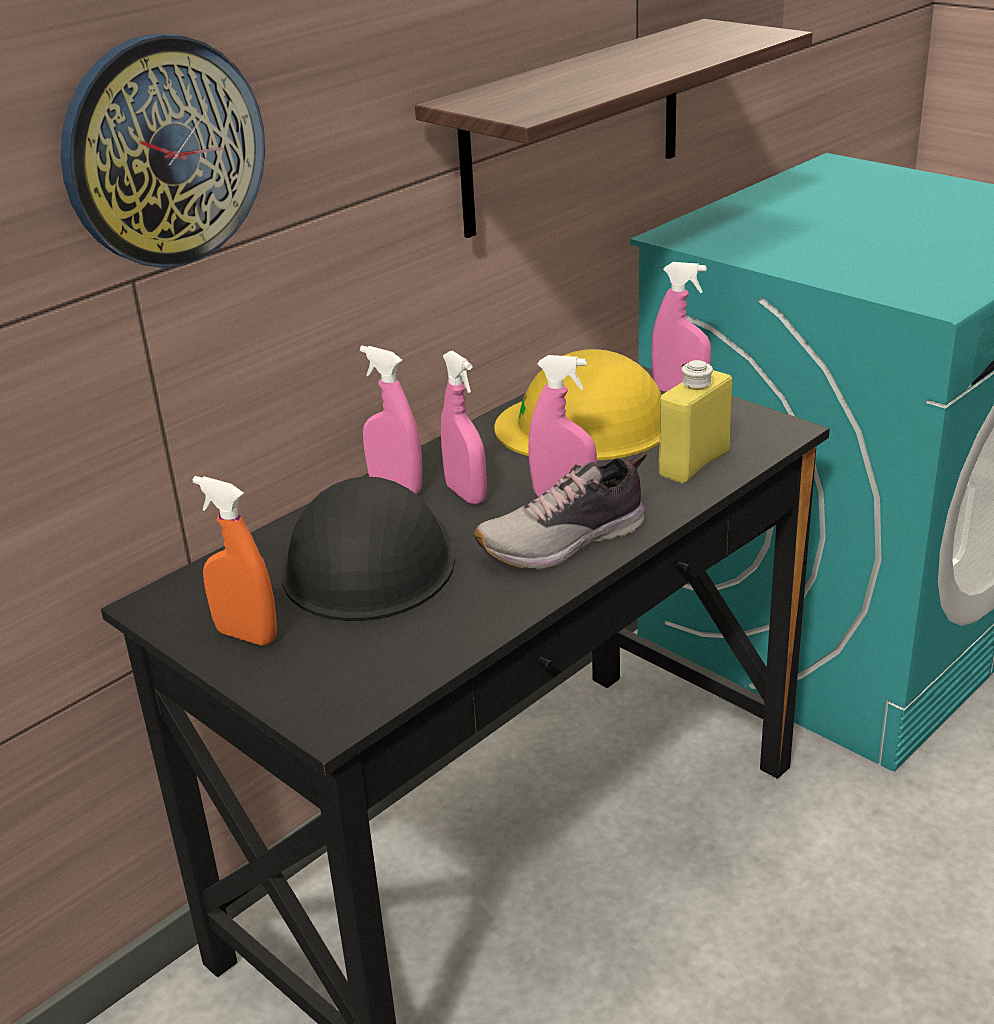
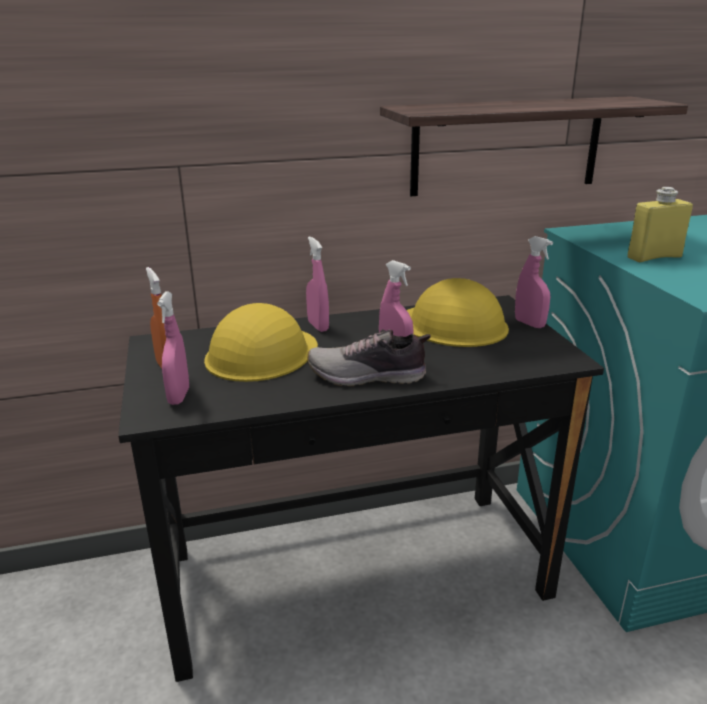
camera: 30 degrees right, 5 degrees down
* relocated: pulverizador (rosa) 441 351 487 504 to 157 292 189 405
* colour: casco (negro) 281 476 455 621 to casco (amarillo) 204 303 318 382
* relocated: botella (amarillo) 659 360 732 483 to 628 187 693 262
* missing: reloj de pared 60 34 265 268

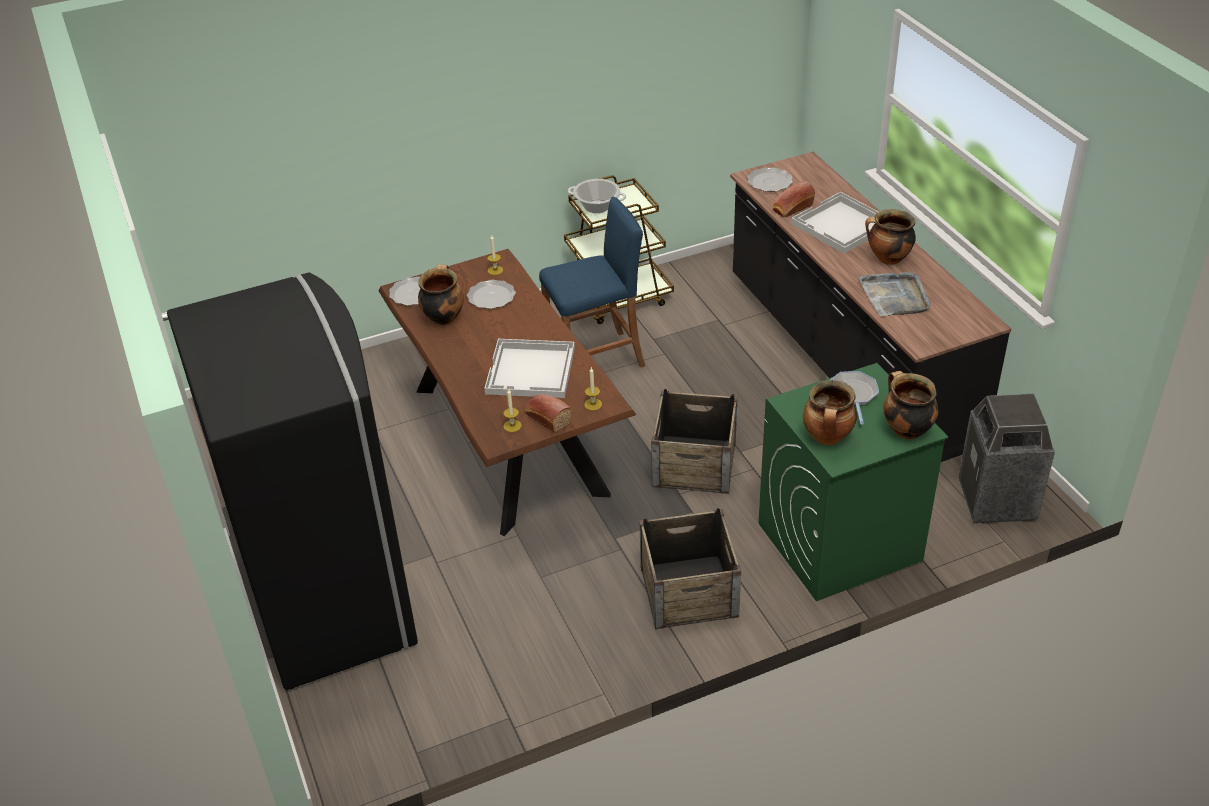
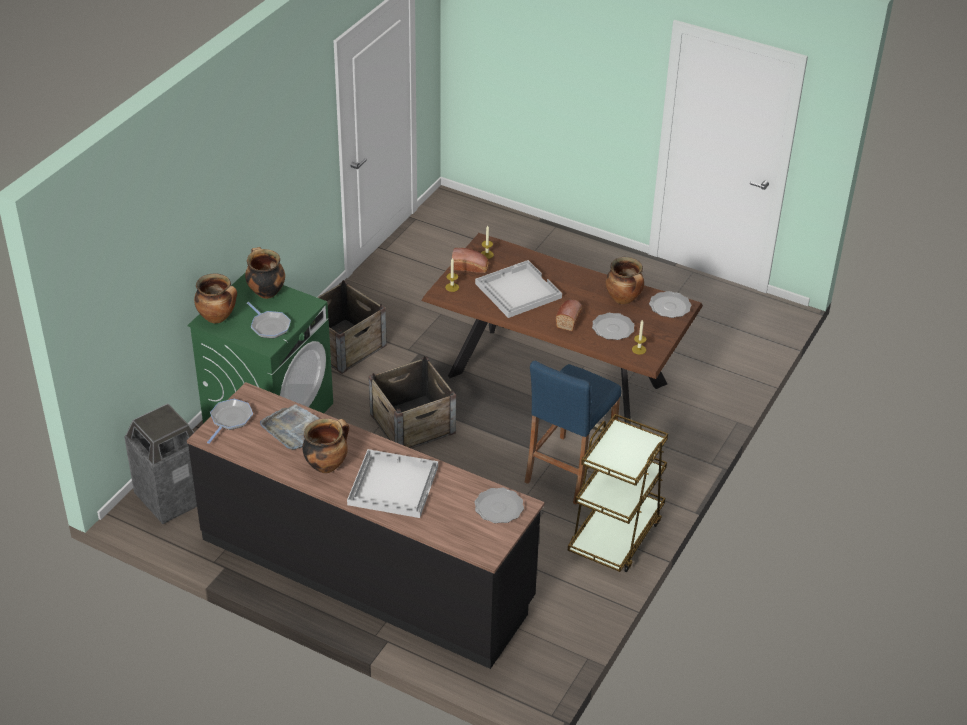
camera: 140 degrees right, 0 degrees up
* appeared: sartén 207 399 253 444
* relocated: pan 773 181 815 217 to 556 300 582 331
* missing: nevera (negro) 167 273 418 690
* missing: olla 568 179 626 213

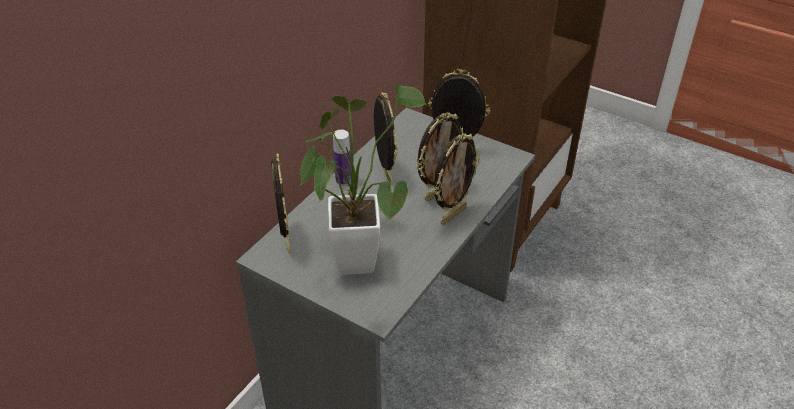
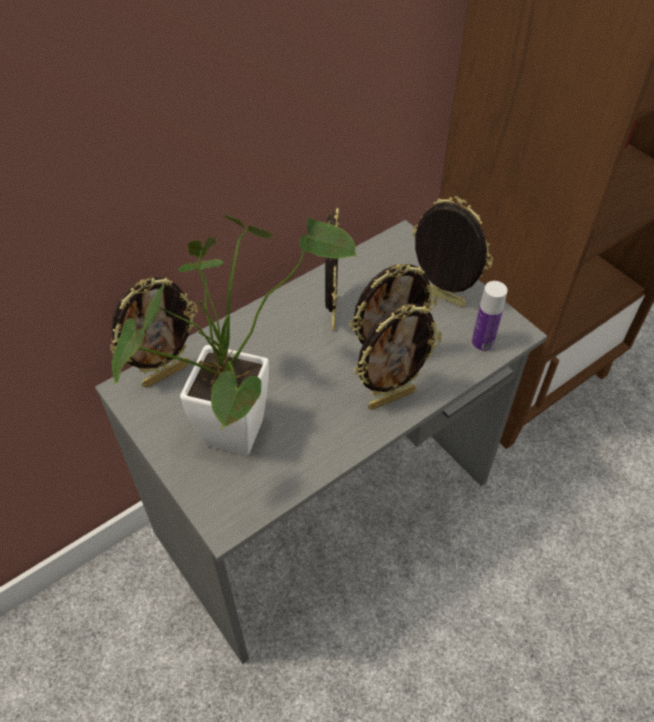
camera: 20 degrees right, 10 degrees up
* spun: portarretratos 271 153 290 253 = 110 277 198 388 45 degrees clockwise
* relocated: botella 333 130 351 186 to 471 281 508 352

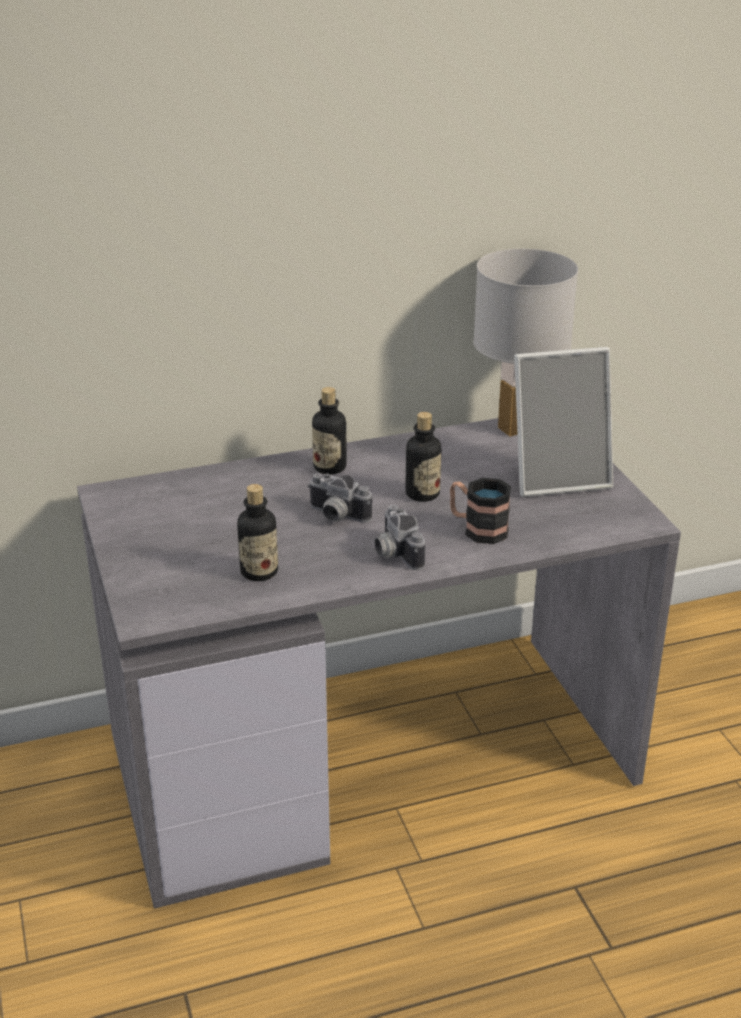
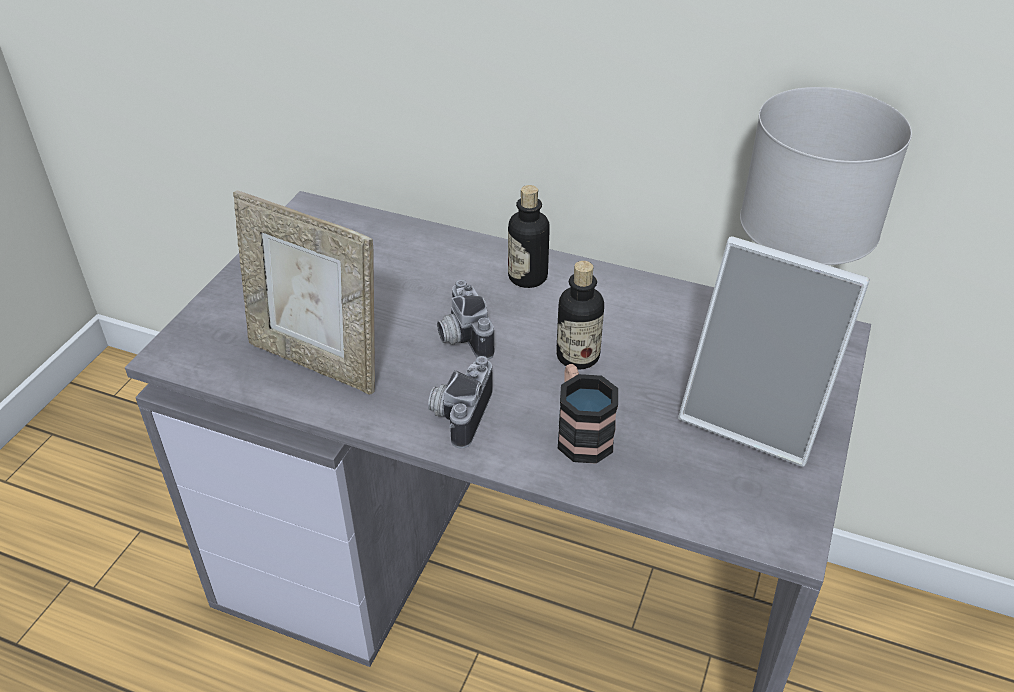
camera: 40 degrees right, 10 degrees up
* exchanged: botella 237 484 278 581 to portarretratos 233 190 375 394

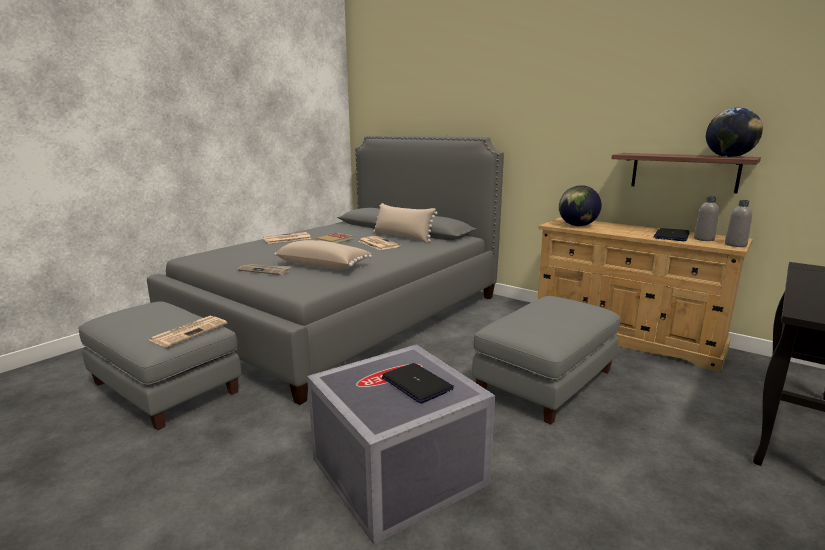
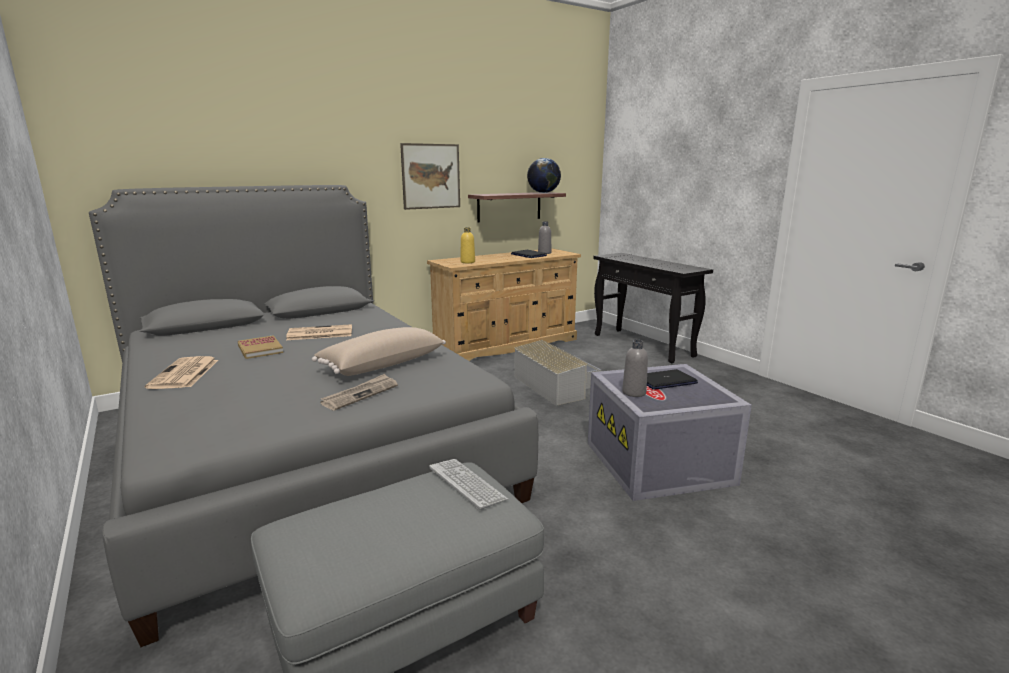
camera: 70 degrees left, 0 degrees up
* appeared: cuadro 400 143 460 210
* exchanged: periódico 149 316 227 347 to teclado 429 459 508 510
* exchanged: globo terráqueo 559 185 601 226 to botella (amarillo) 460 227 475 263
* exchanged: puf (gris) 472 296 620 425 to caja de almacenaje (gris) 514 340 601 406
* relocated: botella (gris) 725 200 752 247 to 622 339 648 397
* missing: cojín (beis) 373 203 437 243

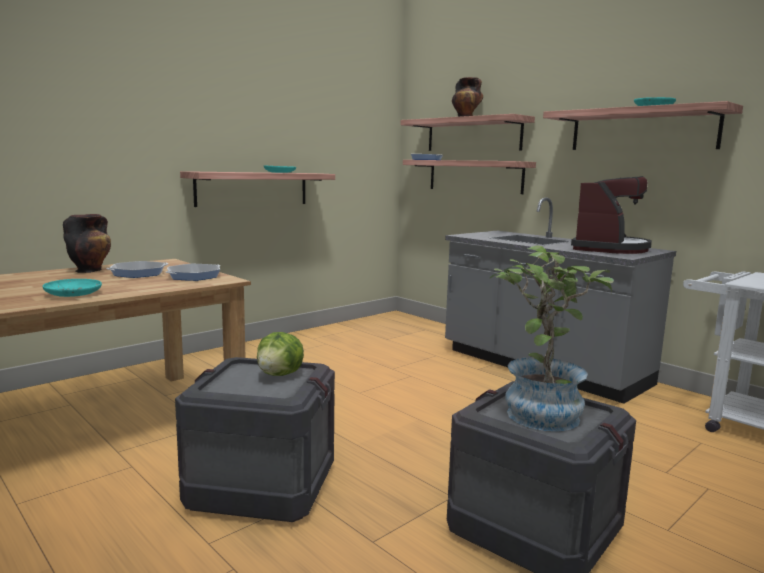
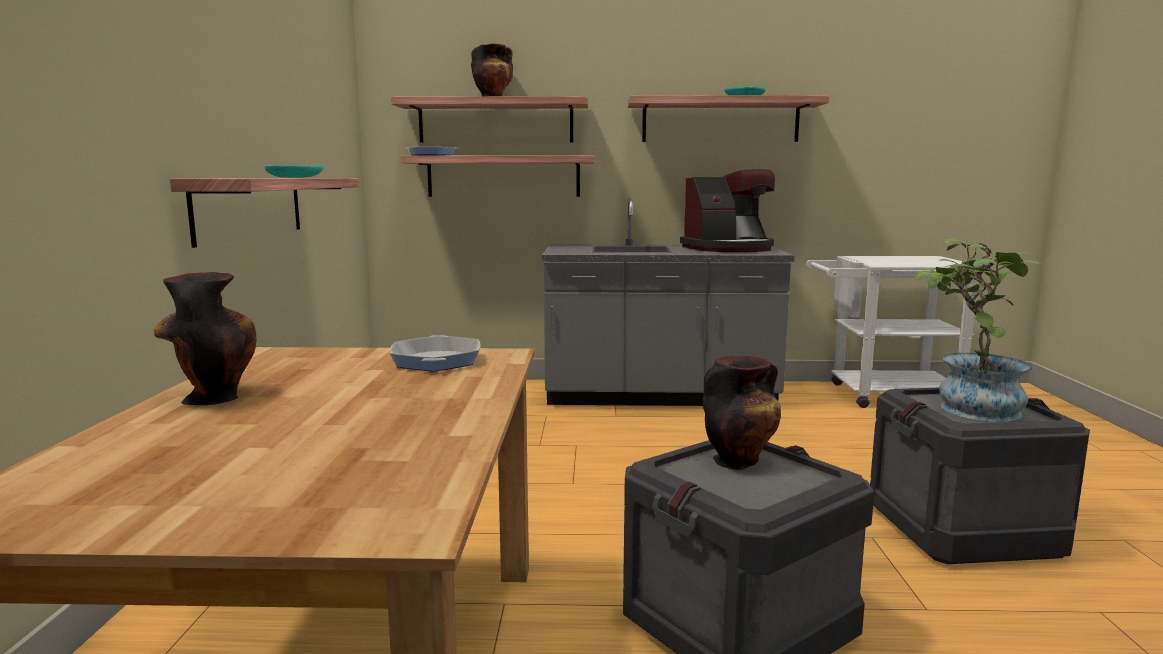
camera: 45 degrees left, 0 degrees up
* spun: cafetera 571 176 652 254 = 680 169 775 252 90 degrees clockwise
* exchanged: lechuga 257 332 304 376 to florero 703 356 781 470
* missing: plato (turquesa) 43 279 102 297
* missing: sartén 106 261 168 278

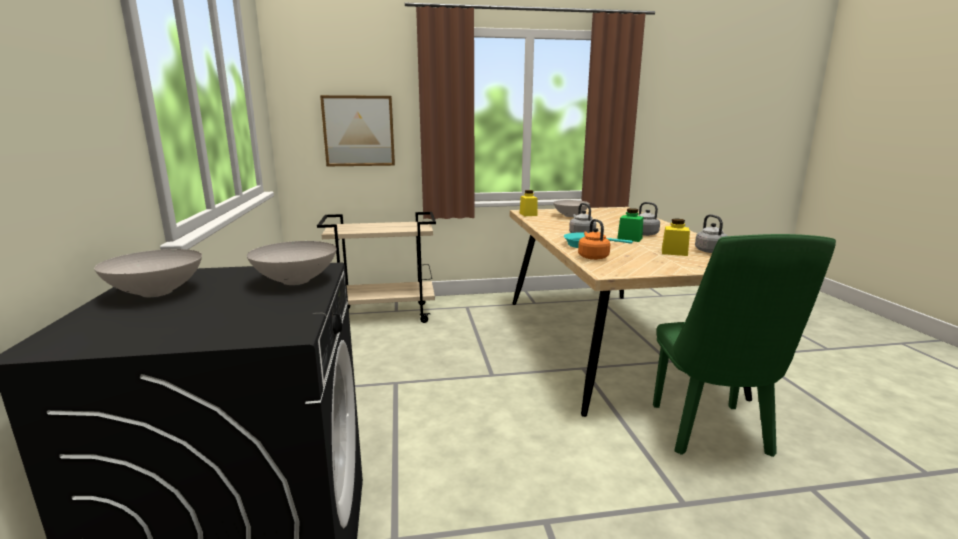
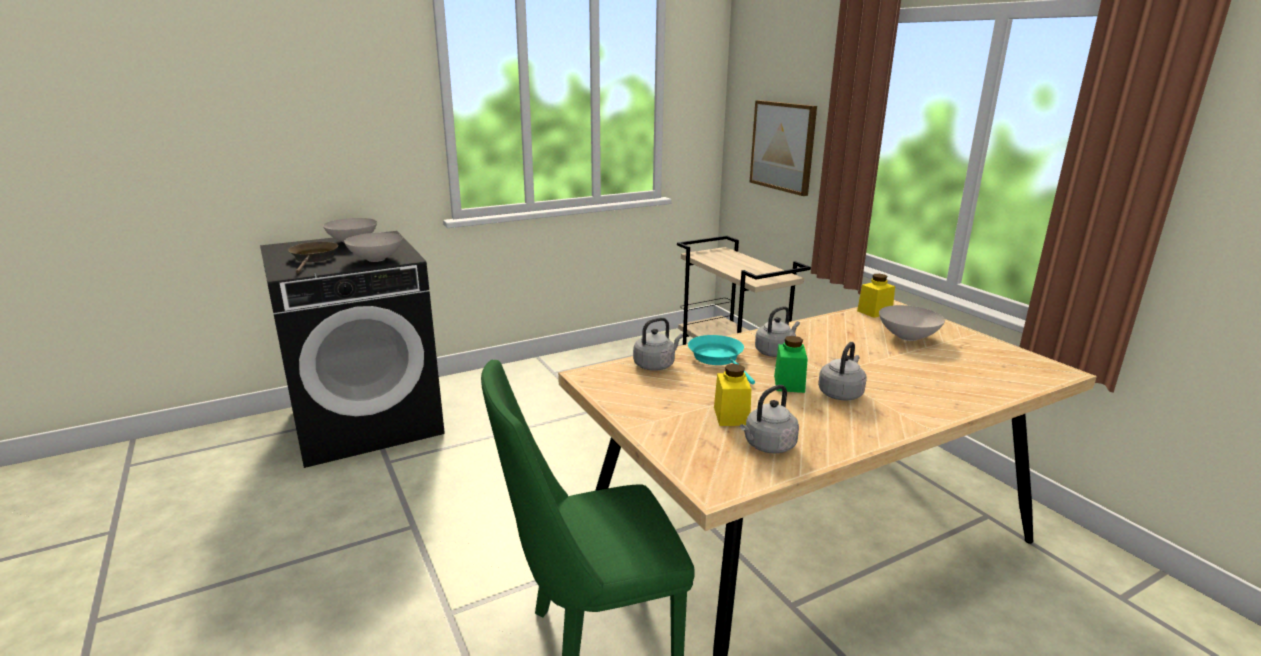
camera: 70 degrees right, 5 degrees up
* appeared: sartén (marrón) 288 242 338 273
* colour: hervidor (naranja) 578 219 610 260 to hervidor (gris) 633 317 683 371

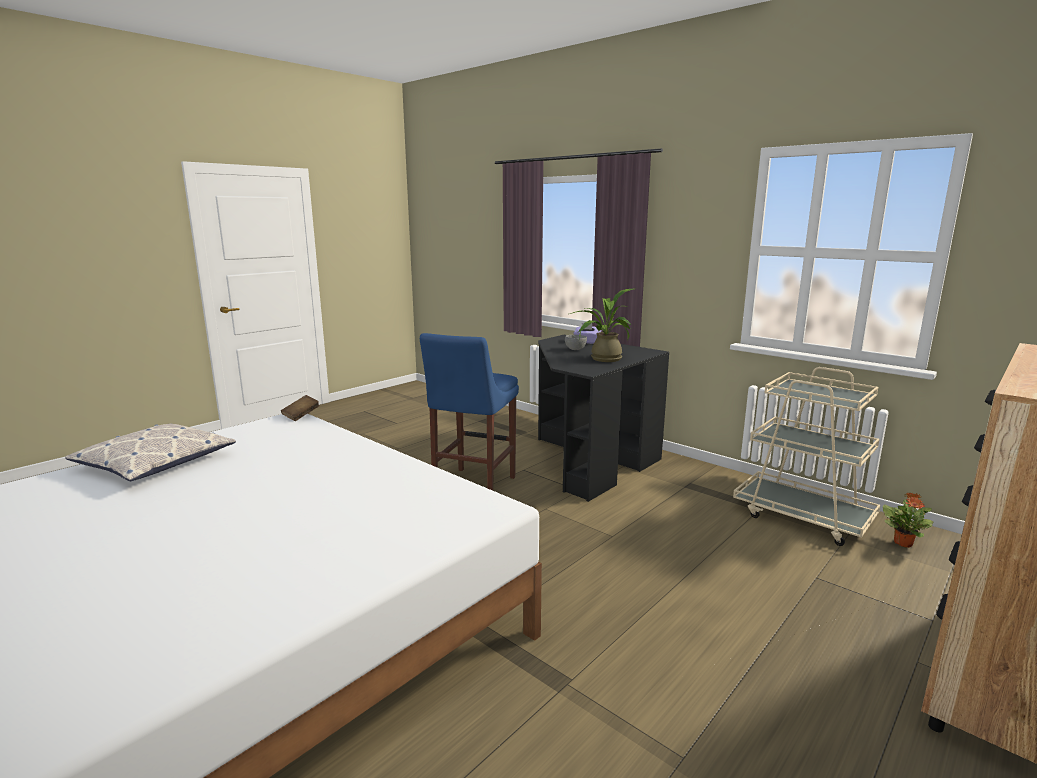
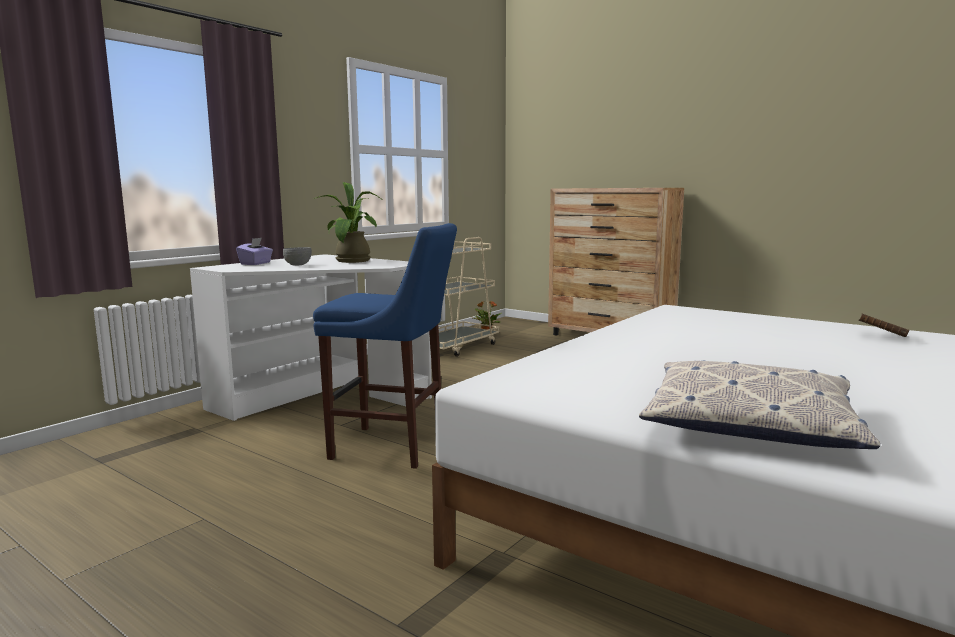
camera: 95 degrees left, 5 degrees down
* colour: escritorio (negro) 538 335 669 502 to escritorio (blanco) 190 254 432 421
* relocated: libro (marrón) 281 395 320 421 to 859 314 910 337

